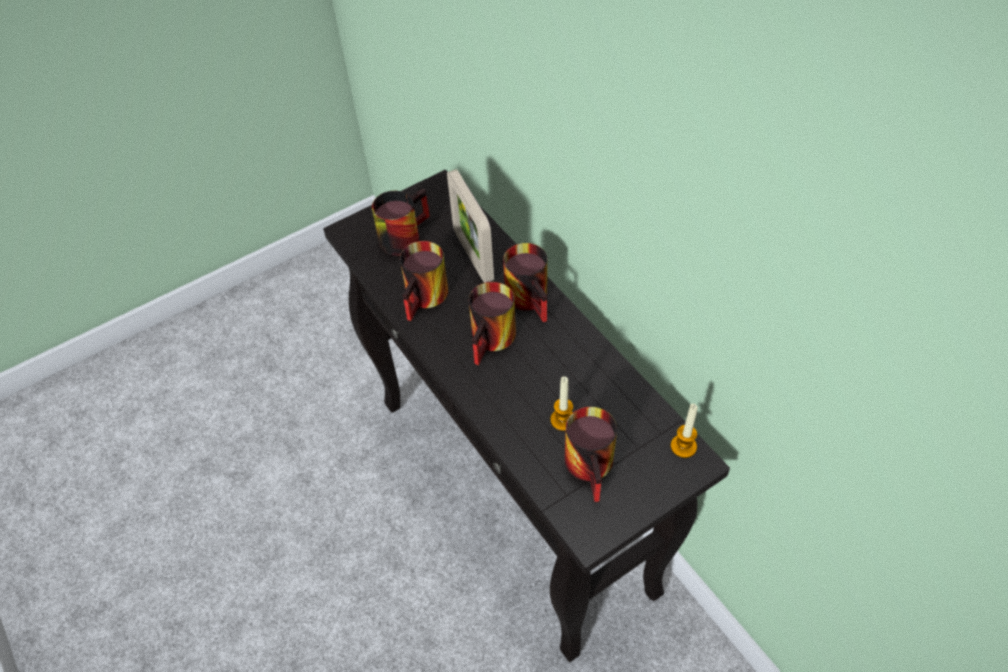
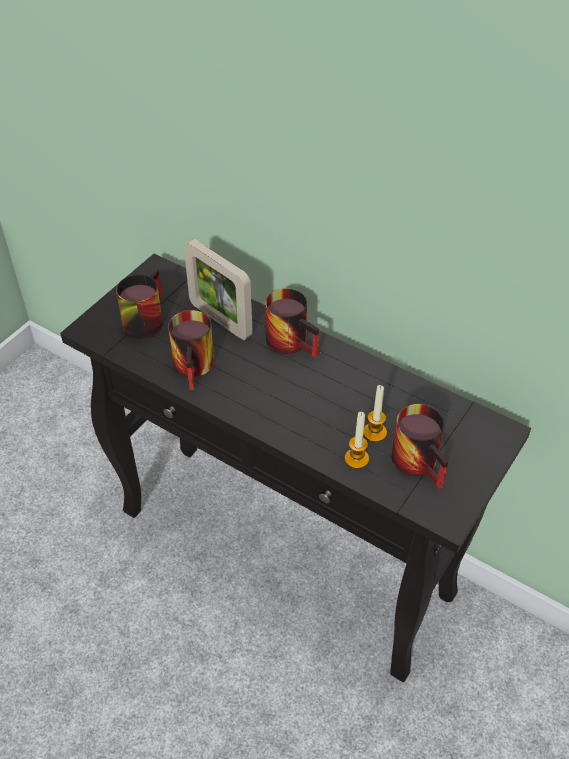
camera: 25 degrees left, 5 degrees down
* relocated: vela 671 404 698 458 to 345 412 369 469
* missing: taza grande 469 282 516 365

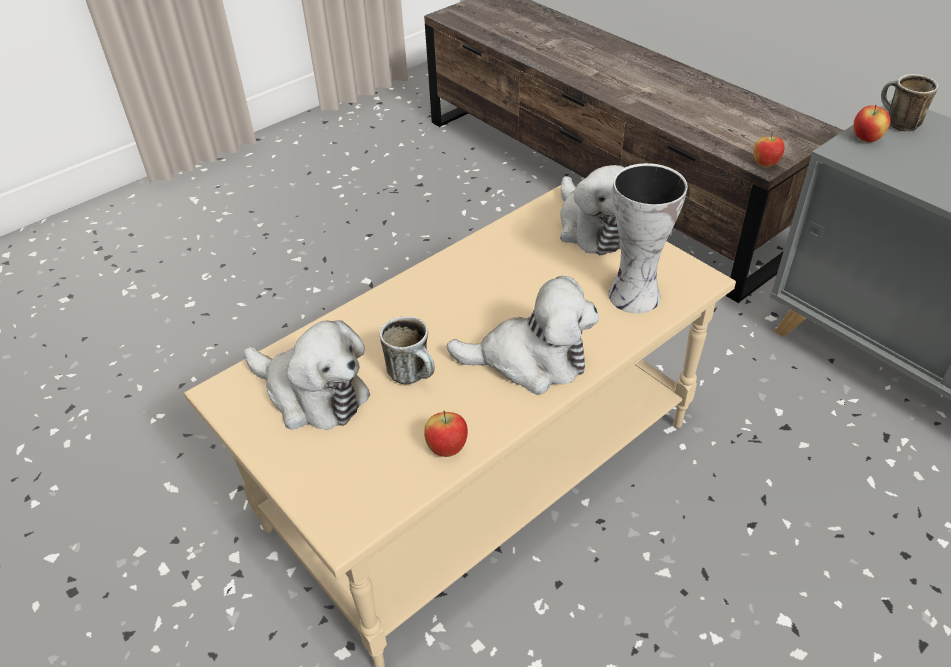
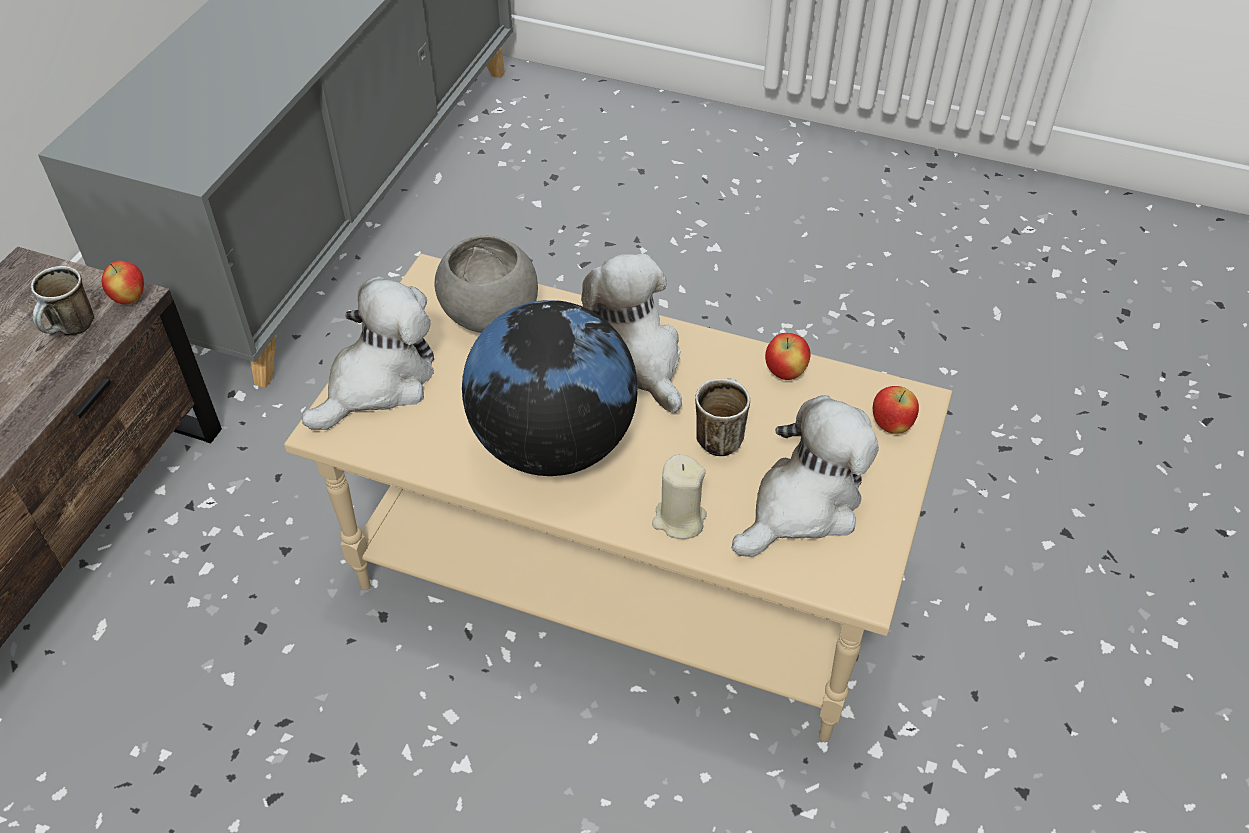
camera: 120 degrees left, 5 degrees up
* relocated: taza grande 881 74 938 132 to 31 266 94 336
* exchanged: florero 608 163 688 313 to cuenco (gris) 434 236 538 333
* appeared: globo terráqueo 462 300 638 476
* appeared: vela (beis) 652 454 707 539
* spun: peluche 244 320 370 430 = 731 395 879 557 45 degrees clockwise
* relocated: manzana 853 105 890 142 to 873 386 919 434

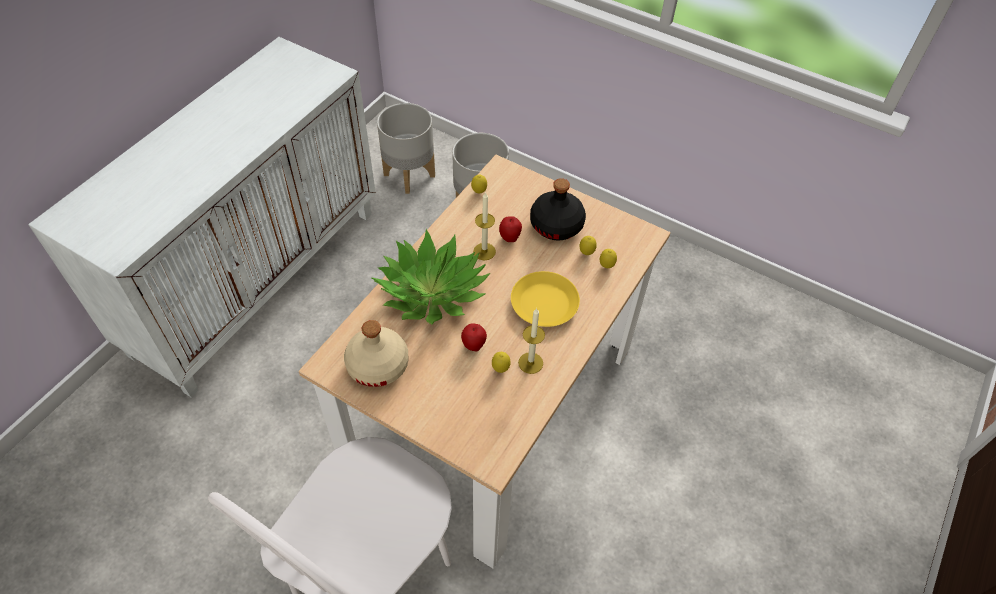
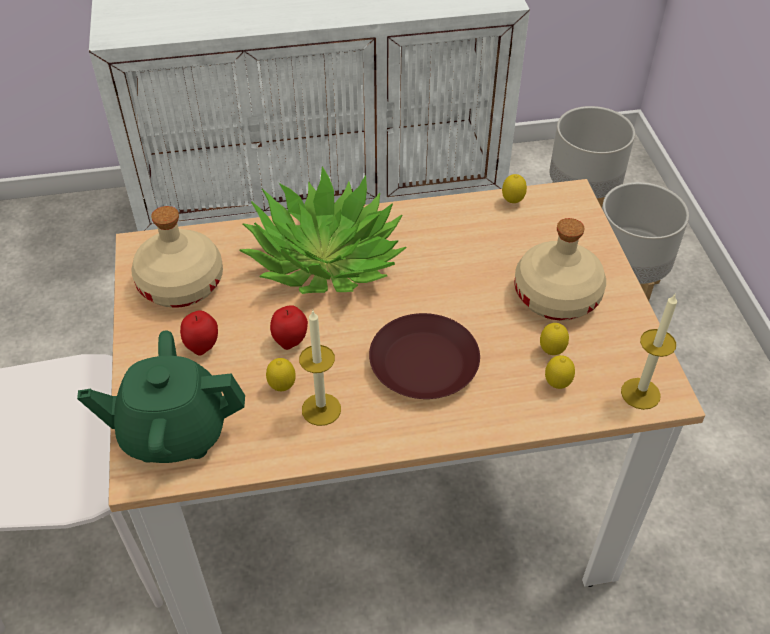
camera: 50 degrees right, 5 degrees down
* appeared: tetera (verde) 77 330 245 463
* relocated: manzana 499 216 522 242 to 180 310 218 356
* colour: plato (amarillo) 511 271 580 327 to plato (marrón) 369 313 480 399
* colour: botella (negro) 530 178 586 240 to botella (beis) 514 218 606 320
* relocated: vela 473 192 496 260 to 621 293 677 410

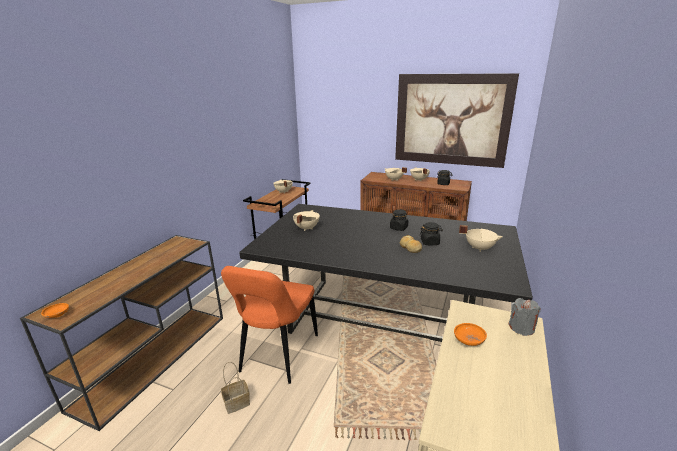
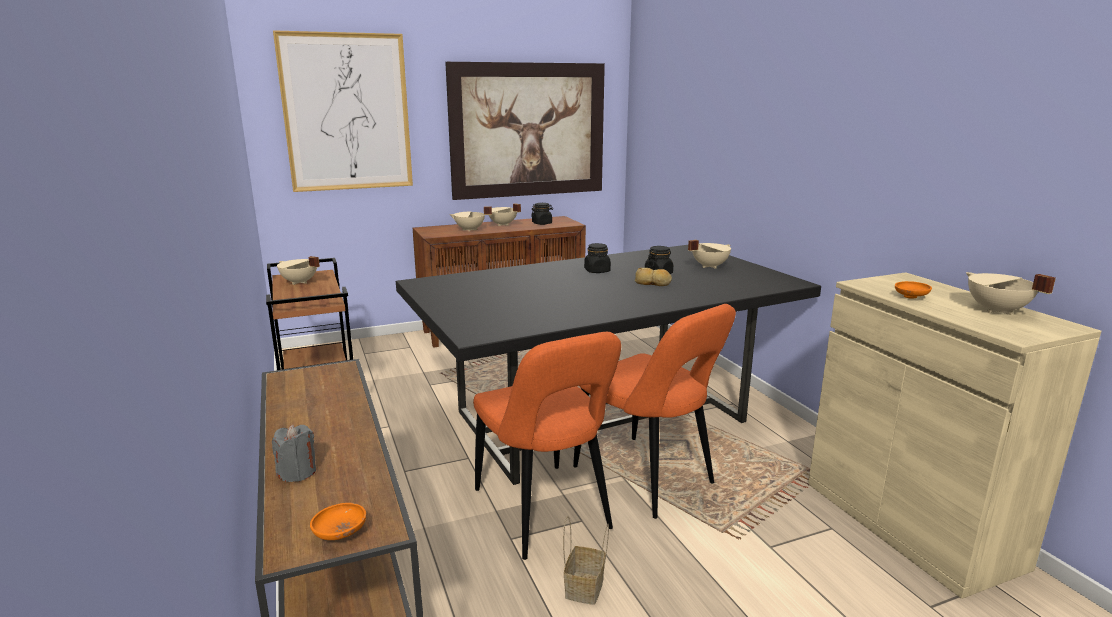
camera: 45 degrees left, 5 degrees down
* relocated: vela (gris) 508 298 541 336 to 272 425 316 482
* appeared: cuadro 273 30 413 192
* appeared: silla (naranja) 573 304 736 519
* relocated: olla (beis) 293 210 320 231 to 966 272 1056 315

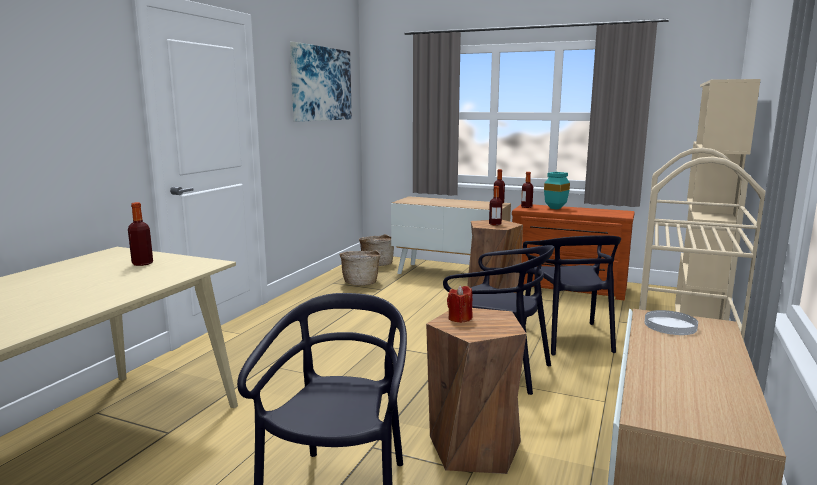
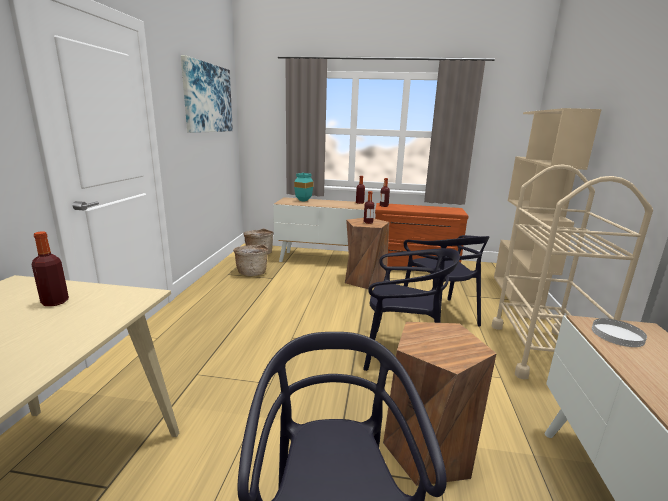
camera: 15 degrees left, 5 degrees up
* relocated: florero (turquesa) 544 172 570 209 to 294 173 313 202
* missing: vela (rojo) 447 285 473 323

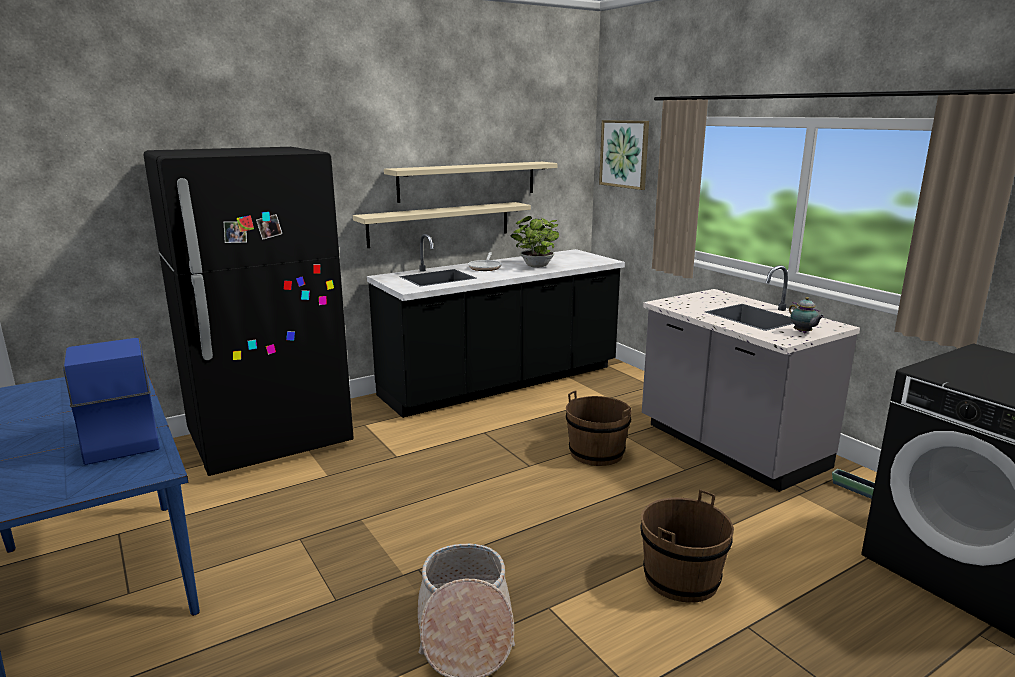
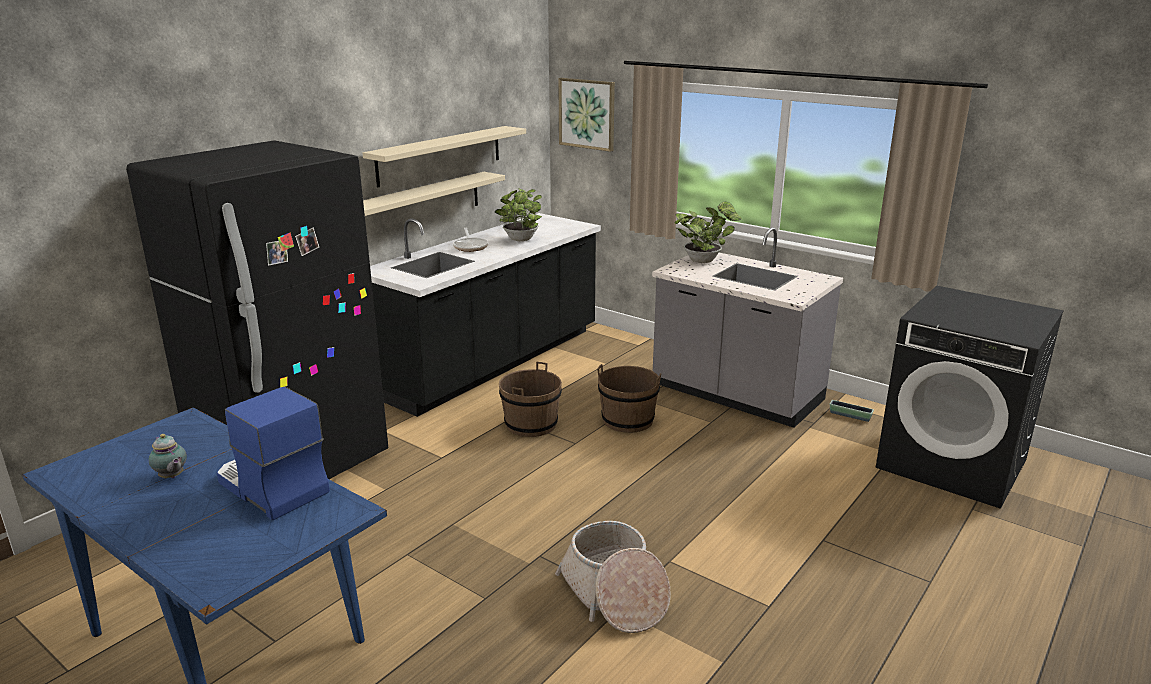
camera: 20 degrees left, 5 degrees up
* relocated: tetera 789 297 824 333 to 149 434 187 478
* relocated: cubo (marrón) 640 489 734 603 to 499 362 562 437
* appeared: planta en maceta 674 201 742 263

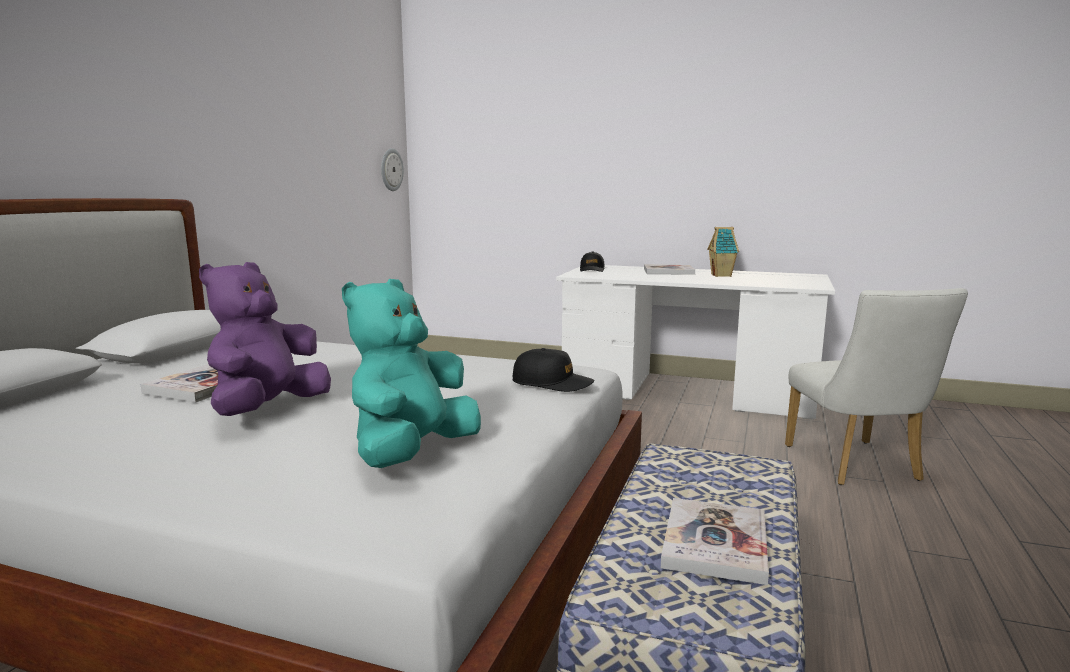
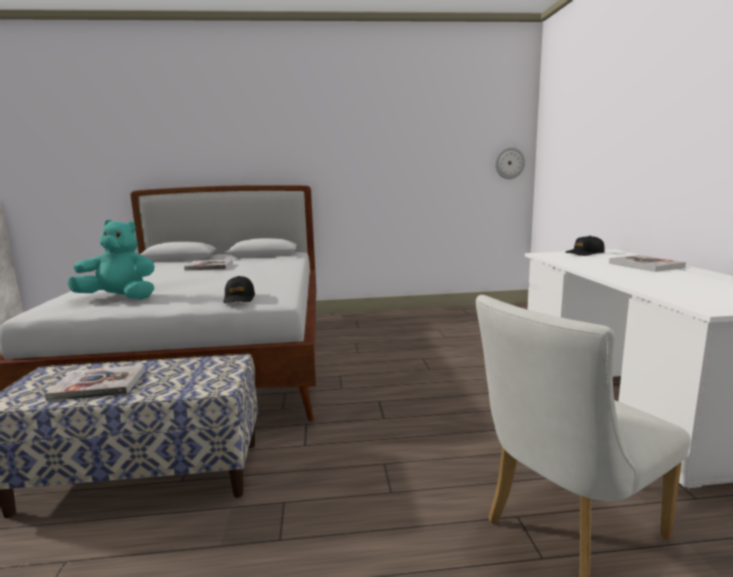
camera: 65 degrees right, 0 degrees up
* missing: peluche (morado) 199 262 331 416
* missing: casita 707 227 739 277

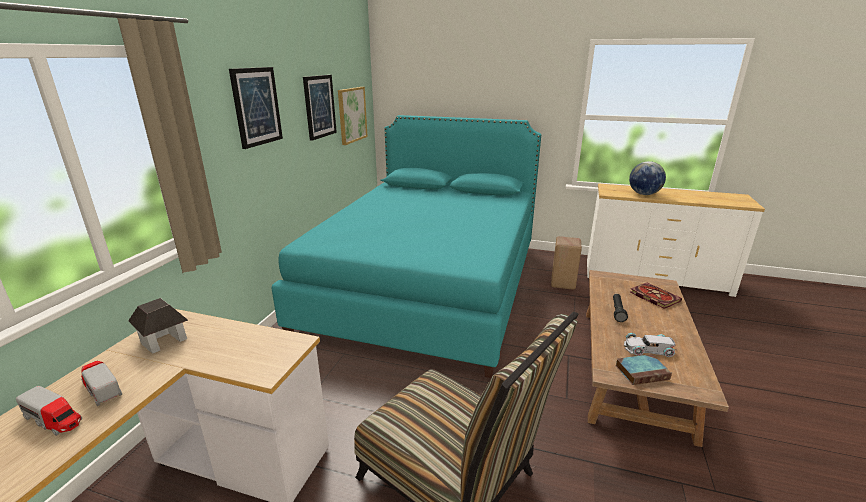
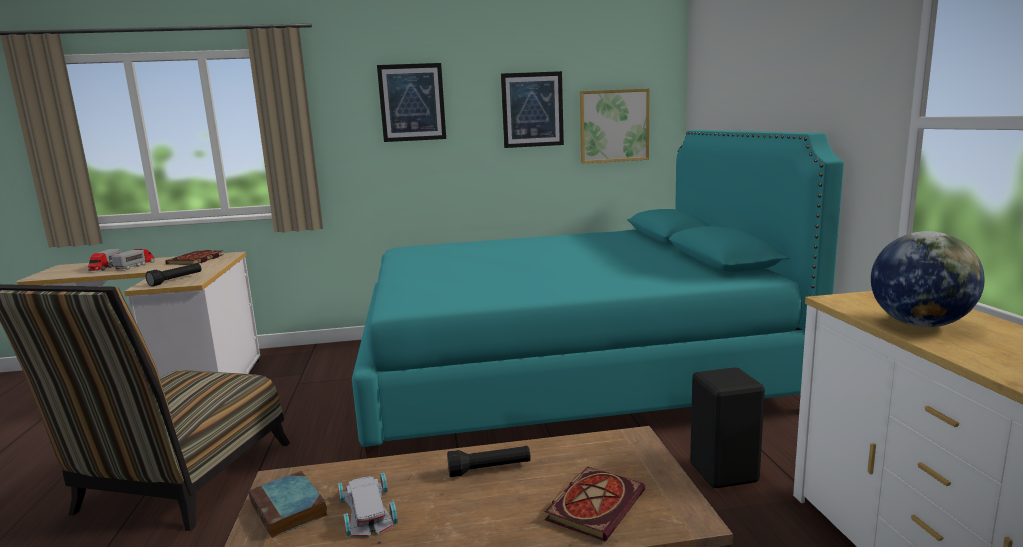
camera: 65 degrees right, 10 degrees down
* appeared: linterna (negro) 146 263 201 287
* exchanged: casita 128 298 188 354 to libro 165 250 224 265
* colour: taburete (beis) 551 236 582 290 to taburete (negro) 690 367 765 488

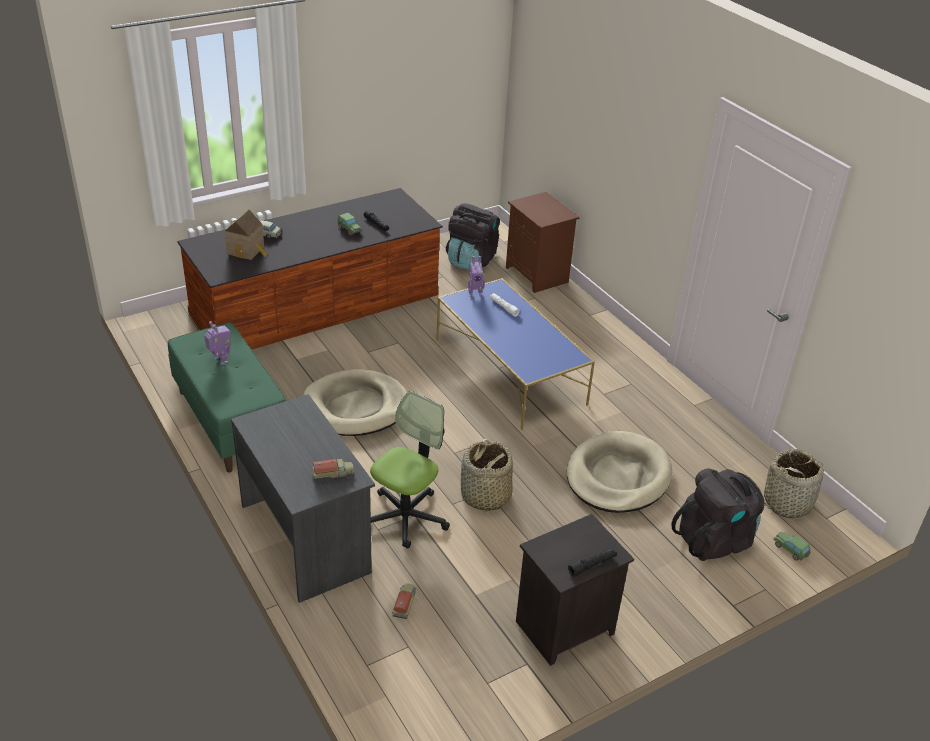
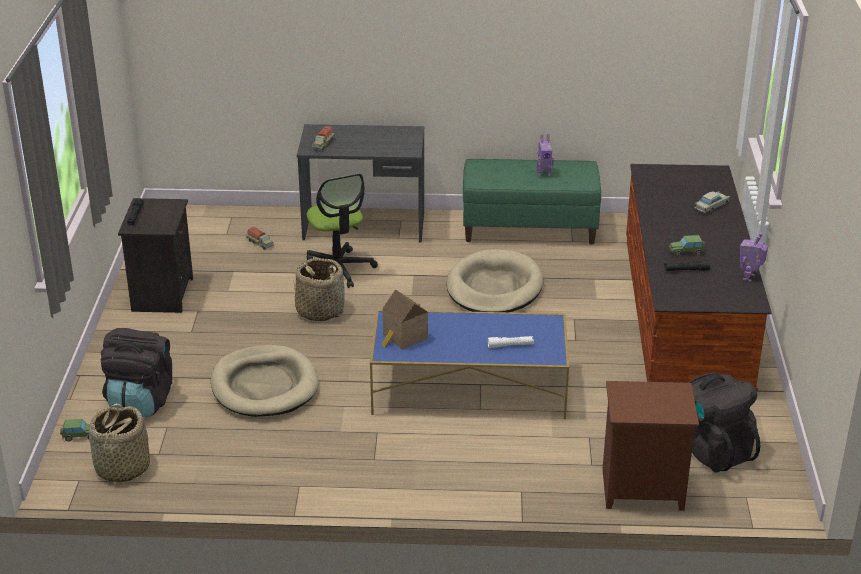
camera: 125 degrees right, 5 degrees down
* relocated: casita 225 210 267 260 to 382 289 428 349
* relocated: robot de juguete 468 256 485 297 to 740 233 768 282

